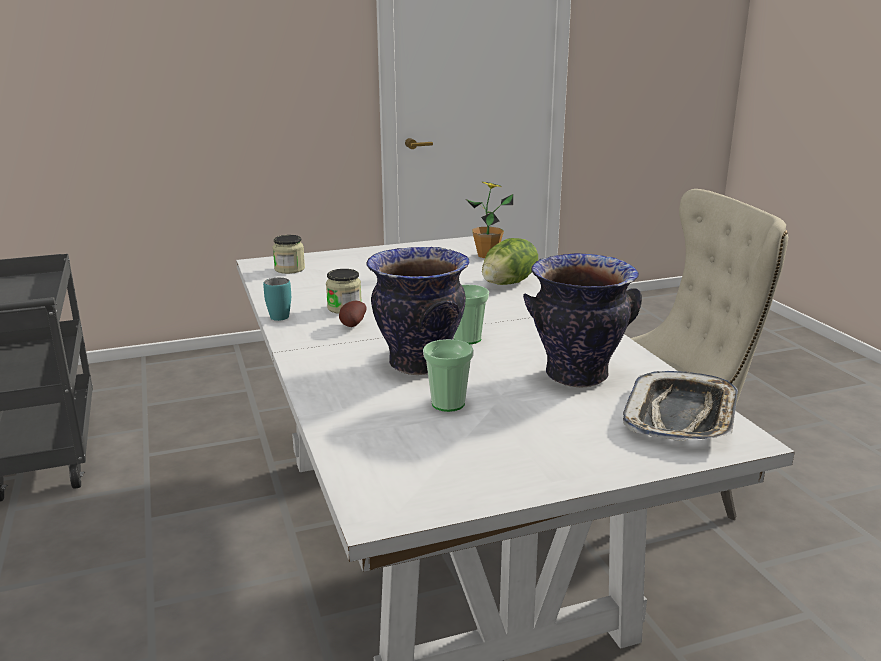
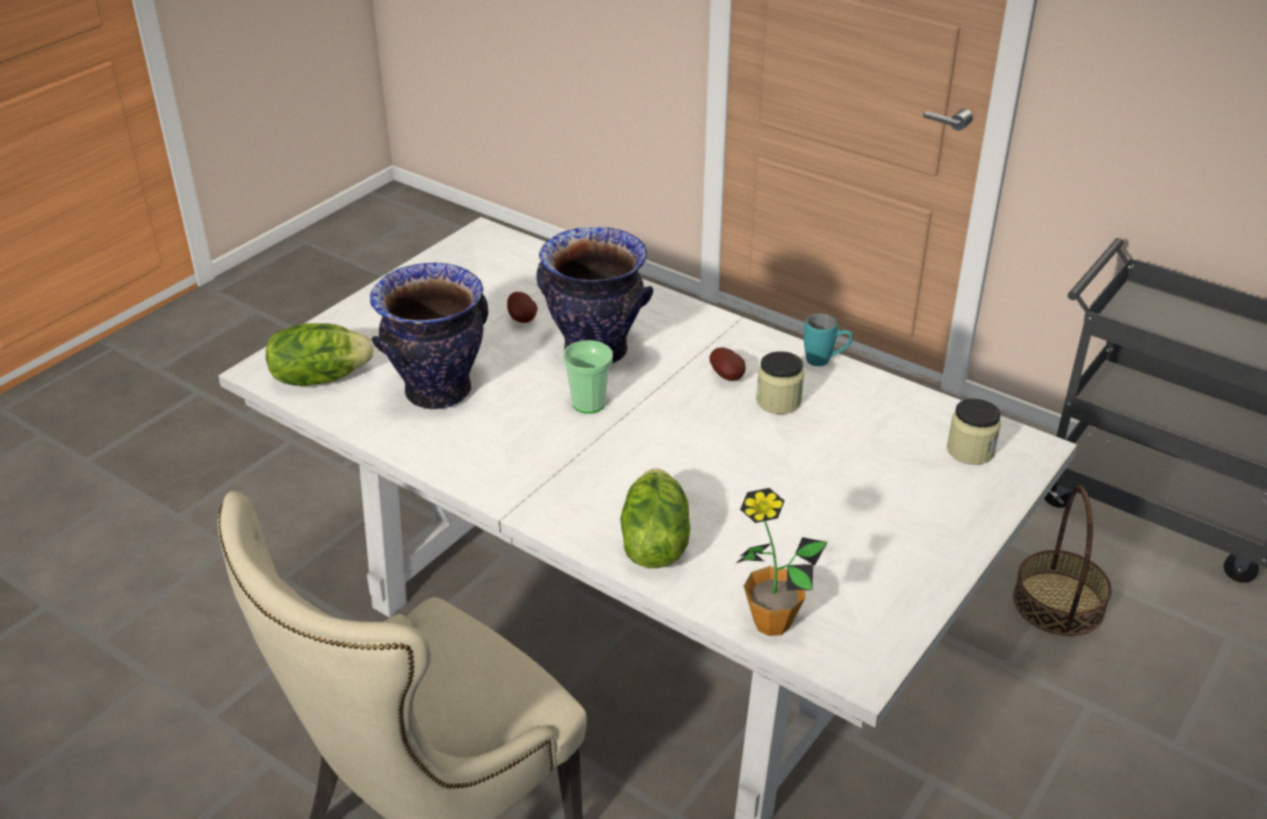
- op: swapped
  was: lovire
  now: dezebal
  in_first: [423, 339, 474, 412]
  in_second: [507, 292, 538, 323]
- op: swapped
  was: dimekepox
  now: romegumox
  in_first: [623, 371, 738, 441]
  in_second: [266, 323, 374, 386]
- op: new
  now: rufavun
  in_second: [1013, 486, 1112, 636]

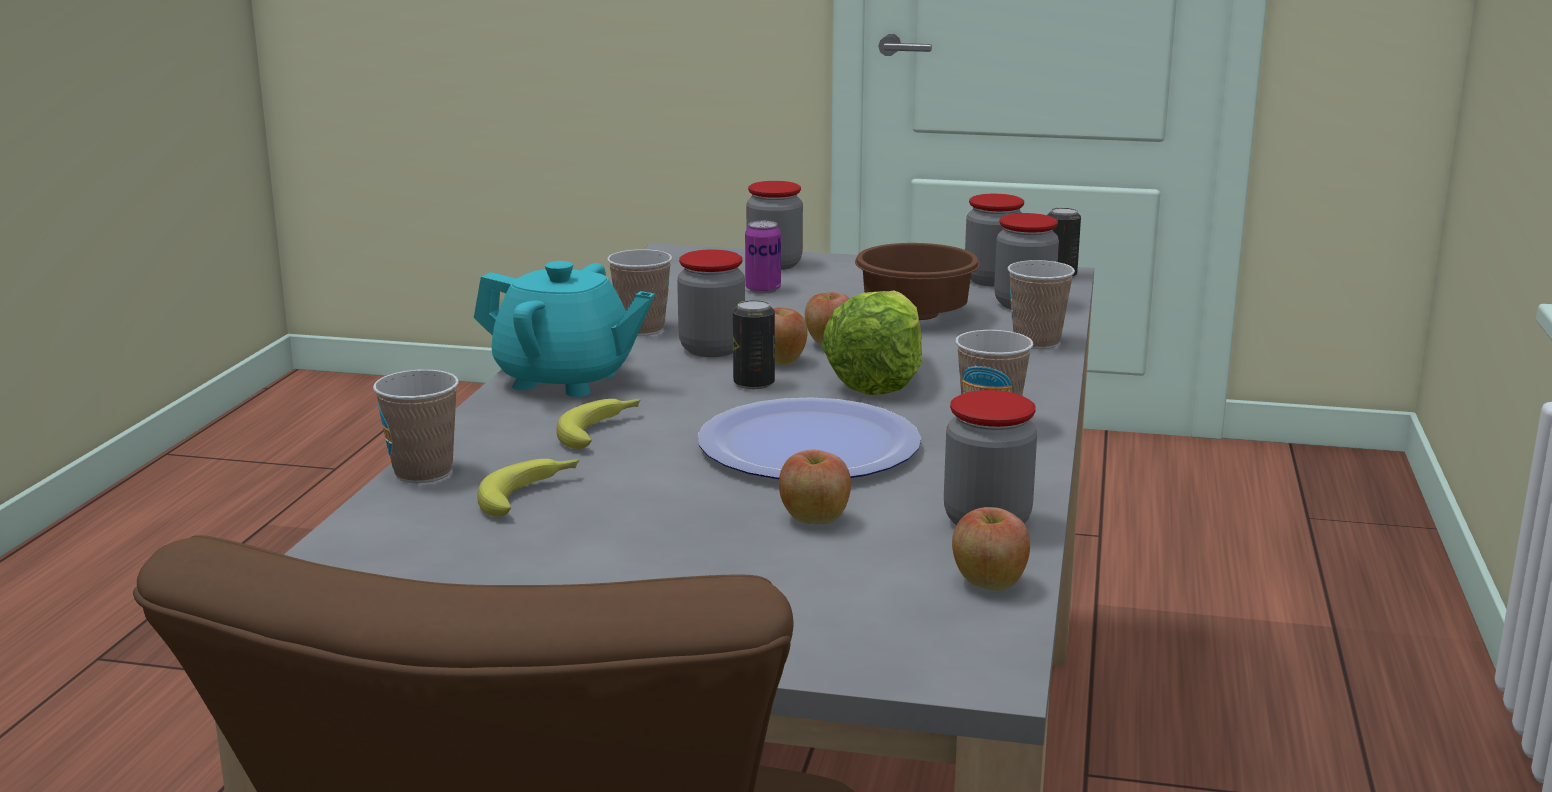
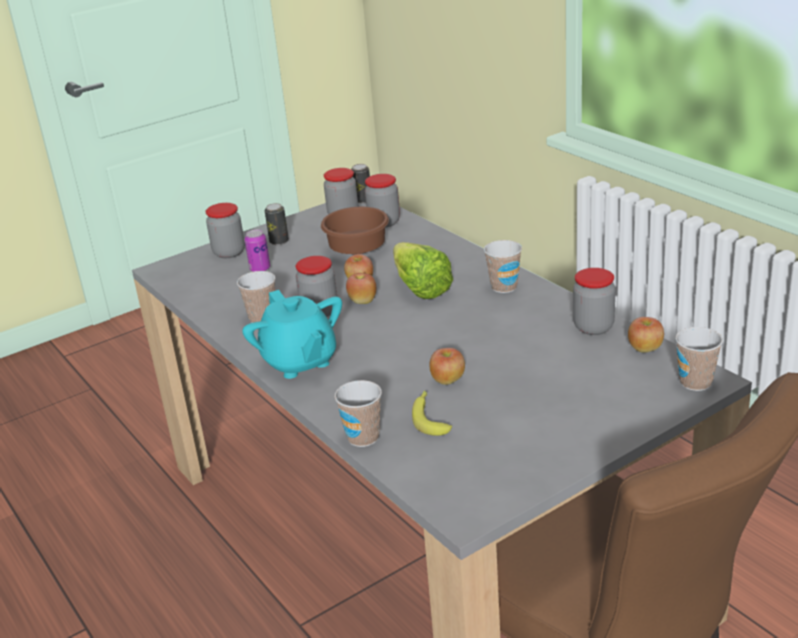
- op: rotated
  was: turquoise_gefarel
  in_first: [474, 261, 655, 397]
  in_second: [242, 290, 342, 379]
  clockwise: 90
- op: gone
  was: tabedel
  in_first: [556, 399, 640, 449]
- op: gone
  was: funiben
  in_first: [698, 397, 921, 479]
- op: shifted
  was: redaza
  in_first: [733, 300, 775, 389]
  in_second: [265, 203, 289, 245]
- op: shifted
  was: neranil
  in_first: [779, 450, 851, 524]
  in_second: [429, 348, 465, 385]
- op: shifted
  was: lovire
  in_first: [1008, 260, 1075, 349]
  in_second: [675, 327, 723, 391]

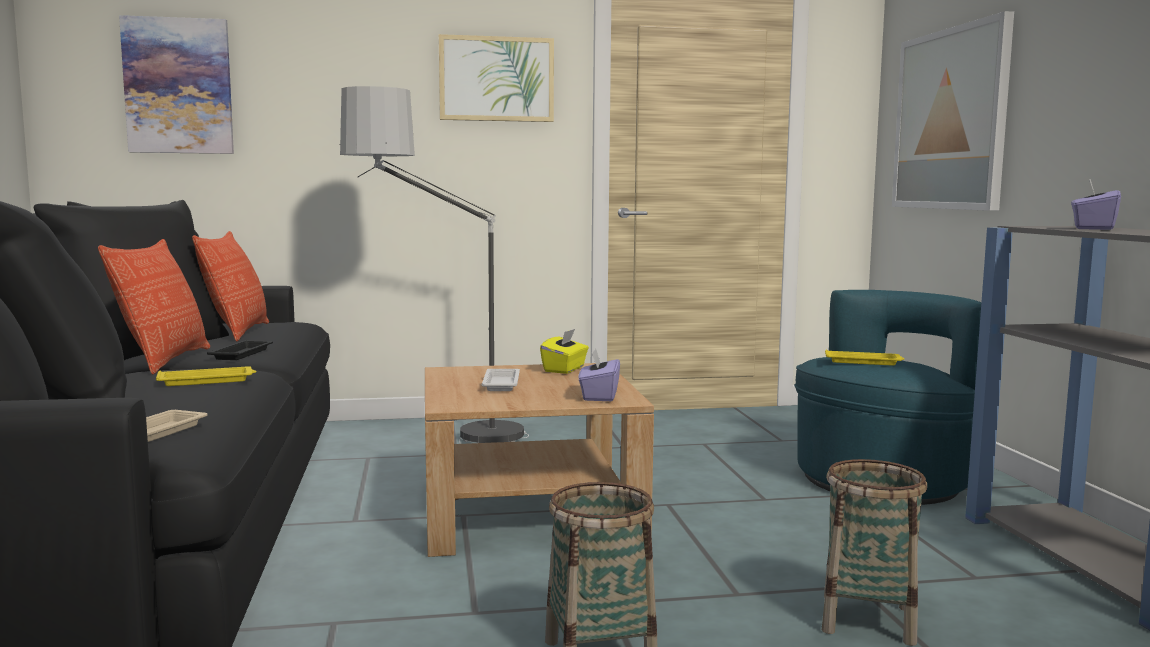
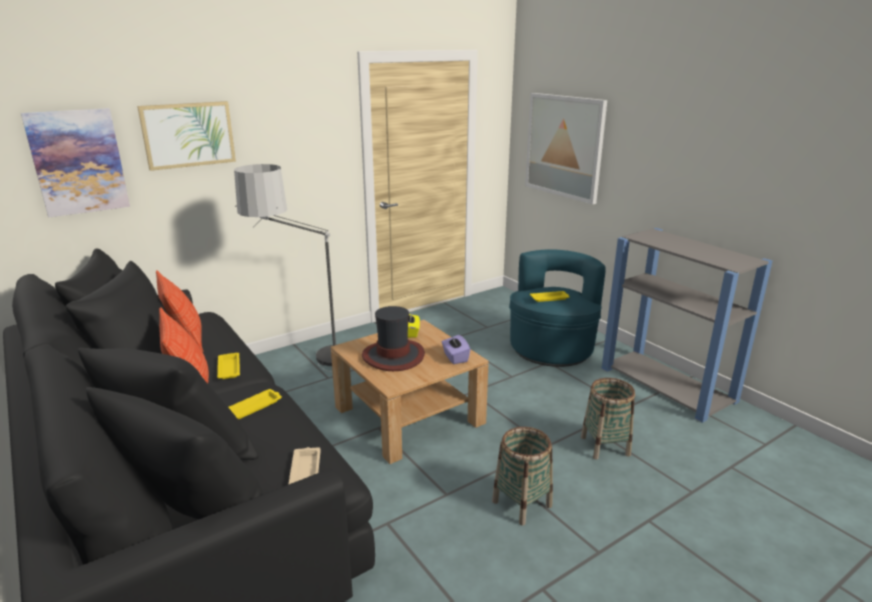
- op: repainted
  was: black_dimekepox
  now: yellow_dimekepox
  in_first: [207, 340, 273, 360]
  in_second: [217, 353, 240, 379]
- op: shifted
  was: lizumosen
  in_first: [439, 34, 554, 122]
  in_second: [137, 101, 236, 171]
- op: swapped
  was: white_dimekepox
  now: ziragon
  in_first: [482, 369, 520, 391]
  in_second: [362, 306, 425, 371]
- op: gone
  was: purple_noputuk
  in_first: [1071, 179, 1121, 230]

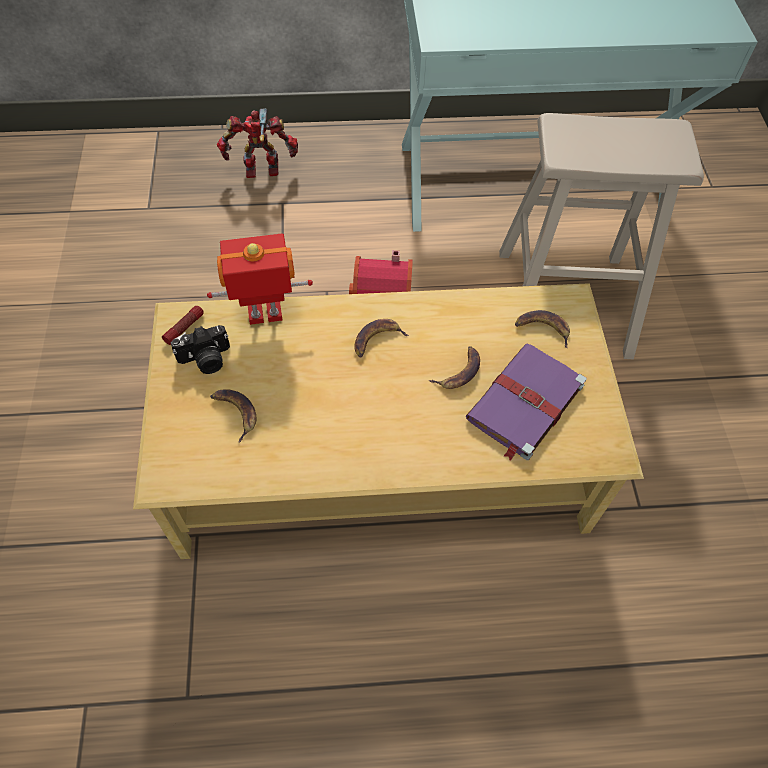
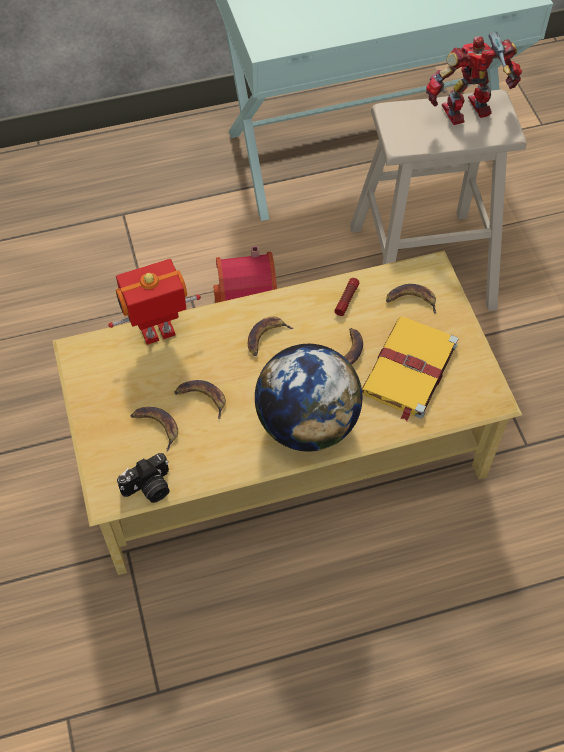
- op: shifted
  was: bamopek
  in_first: [162, 306, 204, 345]
  in_second: [334, 278, 359, 316]
- op: shifted
  was: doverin
  in_first: [170, 325, 230, 374]
  in_second: [117, 453, 169, 503]
- op: shifted
  was: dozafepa
  in_first: [217, 108, 298, 178]
  in_second: [426, 31, 522, 125]
- op: repainted
  was: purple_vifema
  now: yellow_vifema
  in_first: [466, 344, 587, 461]
  in_second: [362, 316, 459, 422]
- op: new
  now: tabedel
  in_second: [174, 380, 226, 420]
- op: new
  now: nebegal
  in_second: [255, 344, 363, 452]

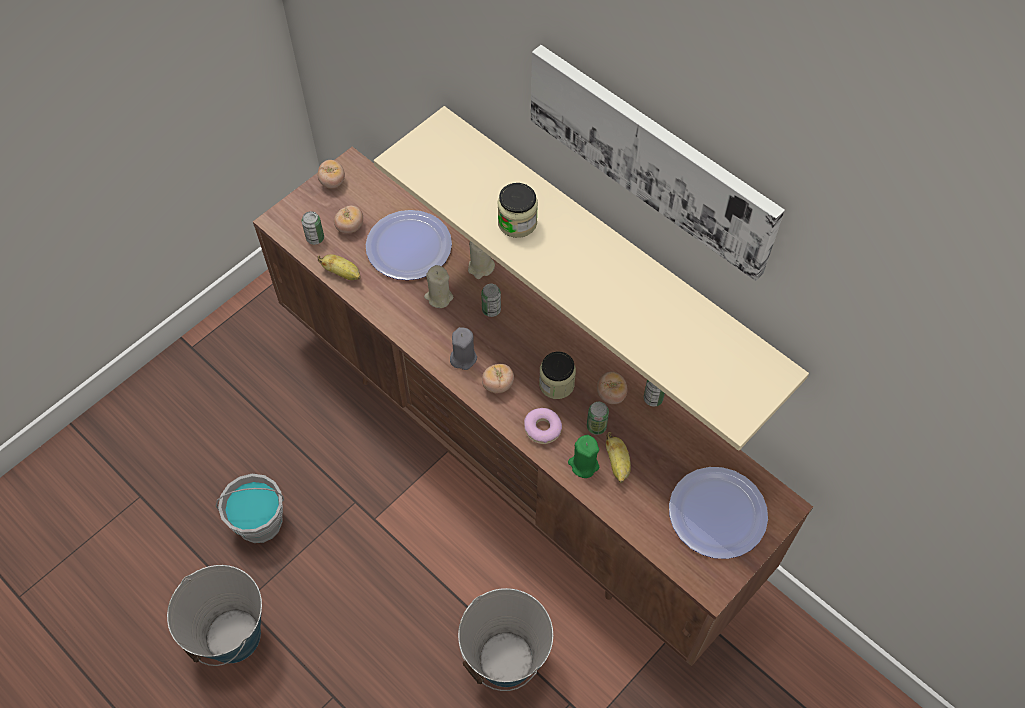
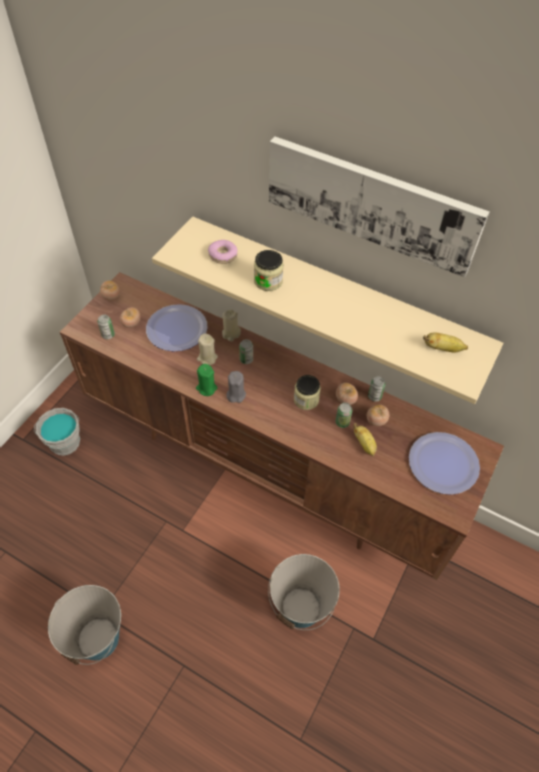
- op: shifted
  was: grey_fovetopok
  in_first: [216, 474, 284, 543]
  in_second: [34, 408, 80, 456]
- op: shifted
  was: tabedel
  in_first: [318, 254, 361, 280]
  in_second: [423, 332, 468, 353]
- op: shifted
  was: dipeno
  in_first: [482, 364, 514, 393]
  in_second: [367, 404, 389, 426]
- op: shifted
  was: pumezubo
  in_first: [524, 408, 562, 444]
  in_second: [208, 240, 238, 264]
- op: shifted
  was: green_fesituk
  in_first: [568, 435, 599, 478]
  in_second: [196, 364, 217, 396]

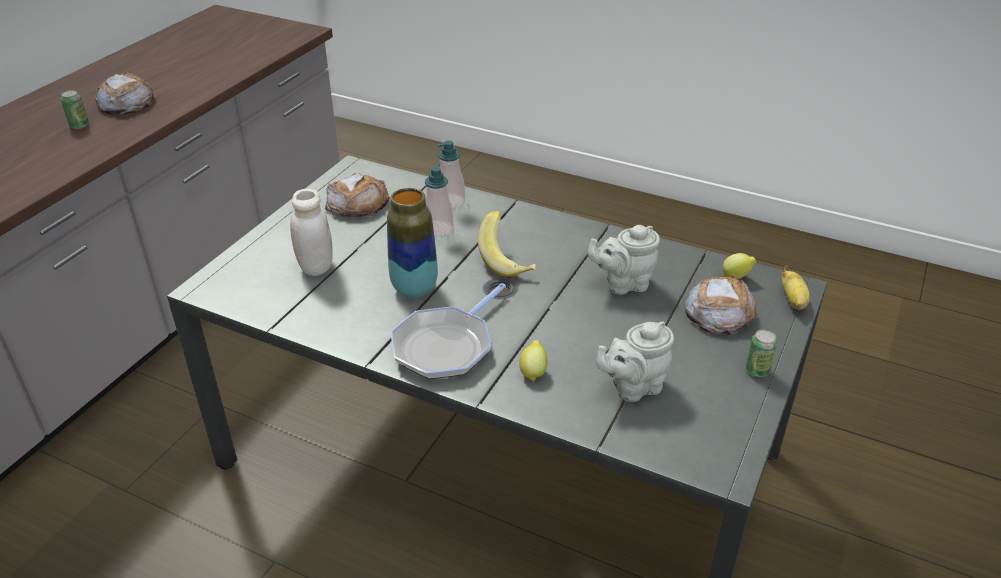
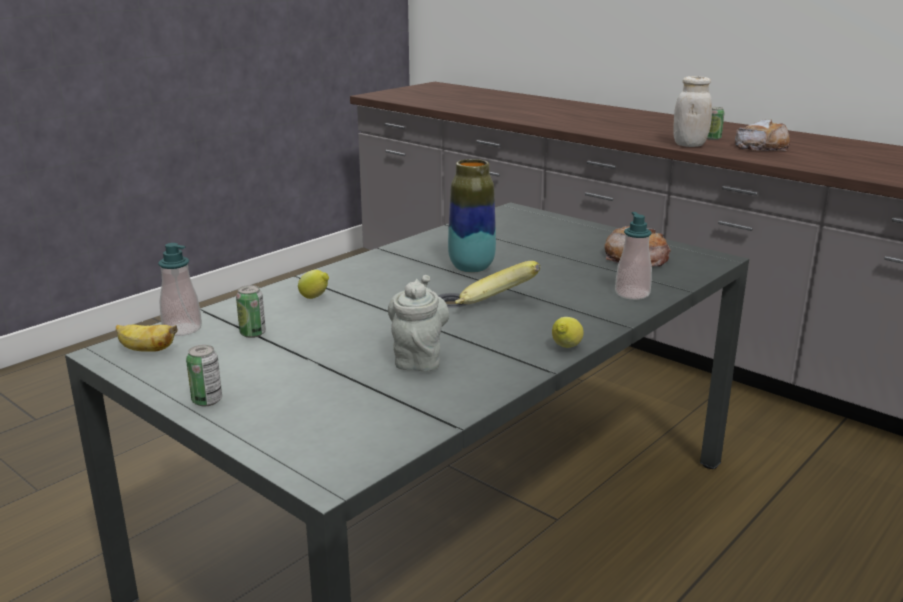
- op: shifted
  was: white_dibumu
  in_first: [290, 189, 333, 276]
  in_second: [673, 76, 712, 147]
- op: gone
  was: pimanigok
  in_first: [391, 283, 506, 379]
- op: shifted
  was: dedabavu
  in_first: [425, 163, 454, 237]
  in_second: [158, 243, 202, 336]
- op: swapped
  was: grey_gefarel
  now: redaza
  in_first: [596, 321, 674, 402]
  in_second: [236, 285, 266, 338]
- op: gone
  was: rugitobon
  in_first: [684, 275, 758, 335]
- op: shifted
  was: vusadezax
  in_first: [723, 253, 757, 279]
  in_second: [552, 317, 583, 348]
- op: shifted
  was: tabedel
  in_first: [781, 266, 810, 310]
  in_second: [116, 325, 177, 352]

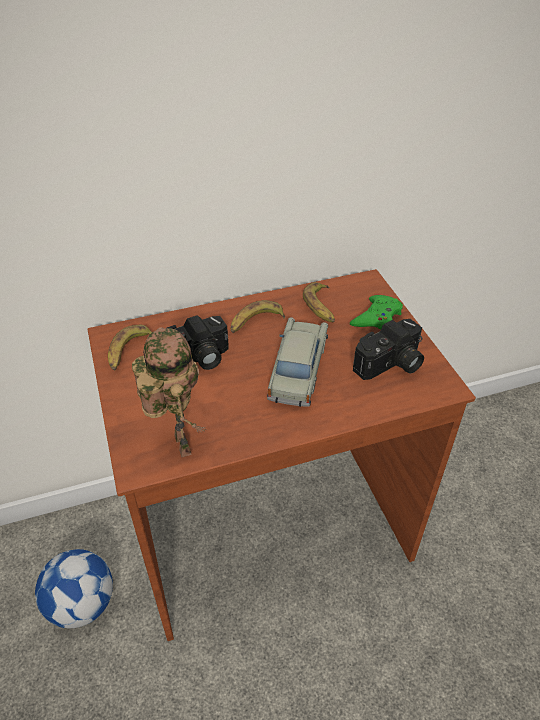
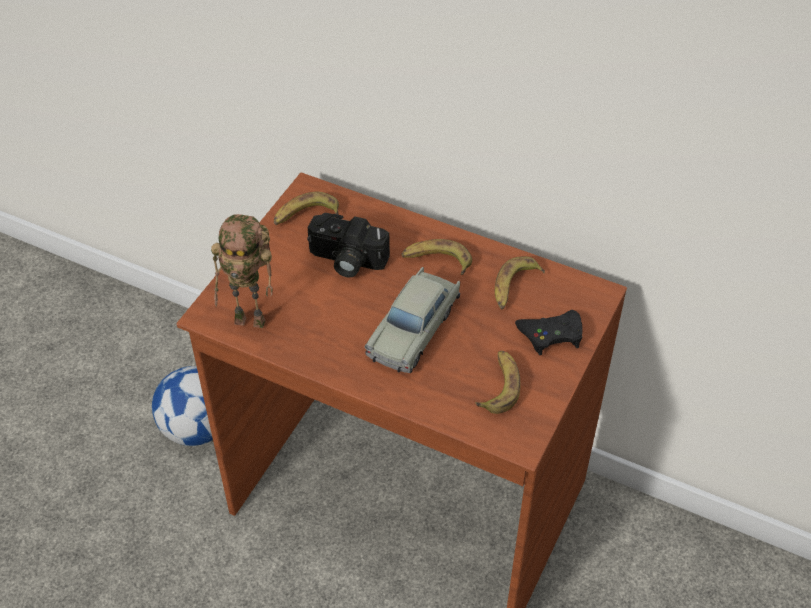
- op: rotated
  was: dozafepa
  in_first: [132, 327, 206, 457]
  in_second: [211, 214, 273, 328]
  clockwise: 75
- op: rotated
  was: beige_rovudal
  in_first: [267, 317, 328, 407]
  in_second: [365, 267, 460, 373]
  clockwise: 150
- op: repainted
  was: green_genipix
  now: black_genipix
  in_first: [350, 295, 403, 330]
  in_second: [515, 310, 582, 355]
- op: swapped
  was: doverin
  now: tabedel
  in_first: [353, 319, 424, 380]
  in_second: [475, 351, 520, 414]

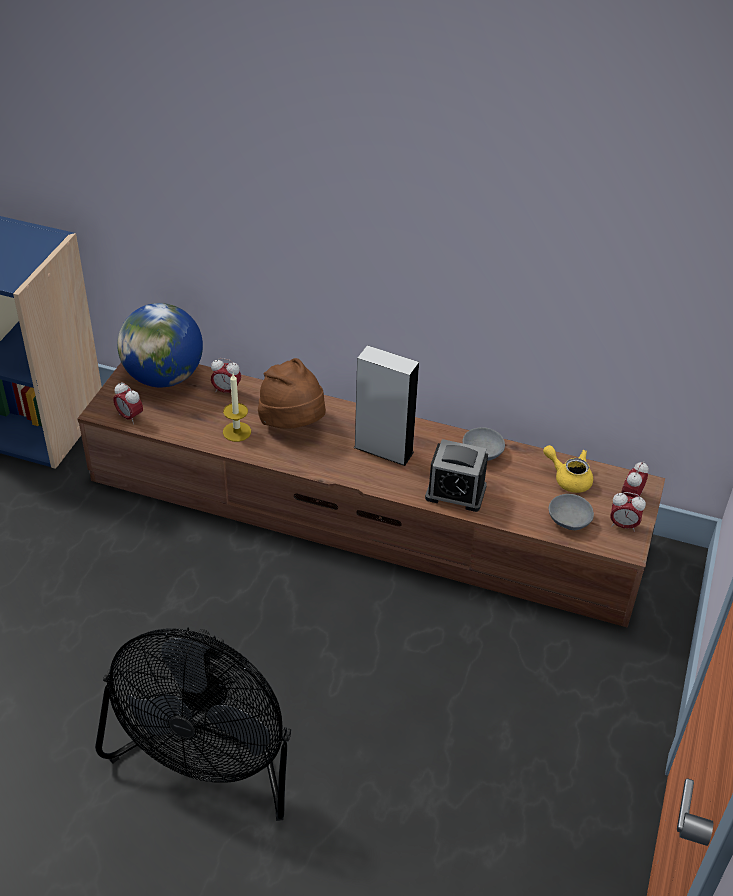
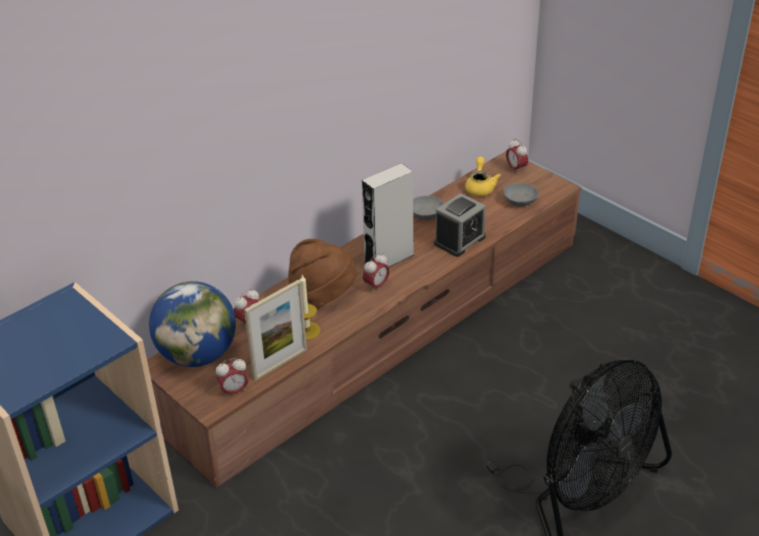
- op: rotated
  was: yellow_gefarel
  in_first: [543, 445, 593, 493]
  in_second: [465, 157, 501, 196]
  clockwise: 120
- op: shifted
  was: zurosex
  in_first: [610, 492, 646, 532]
  in_second: [363, 253, 390, 293]
- op: new
  now: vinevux
  in_second: [244, 279, 307, 381]

